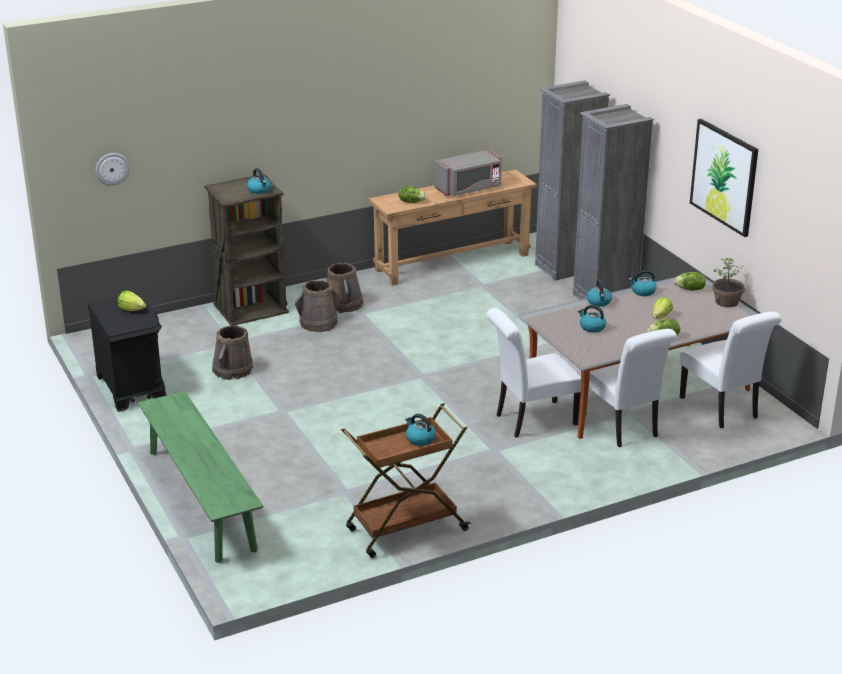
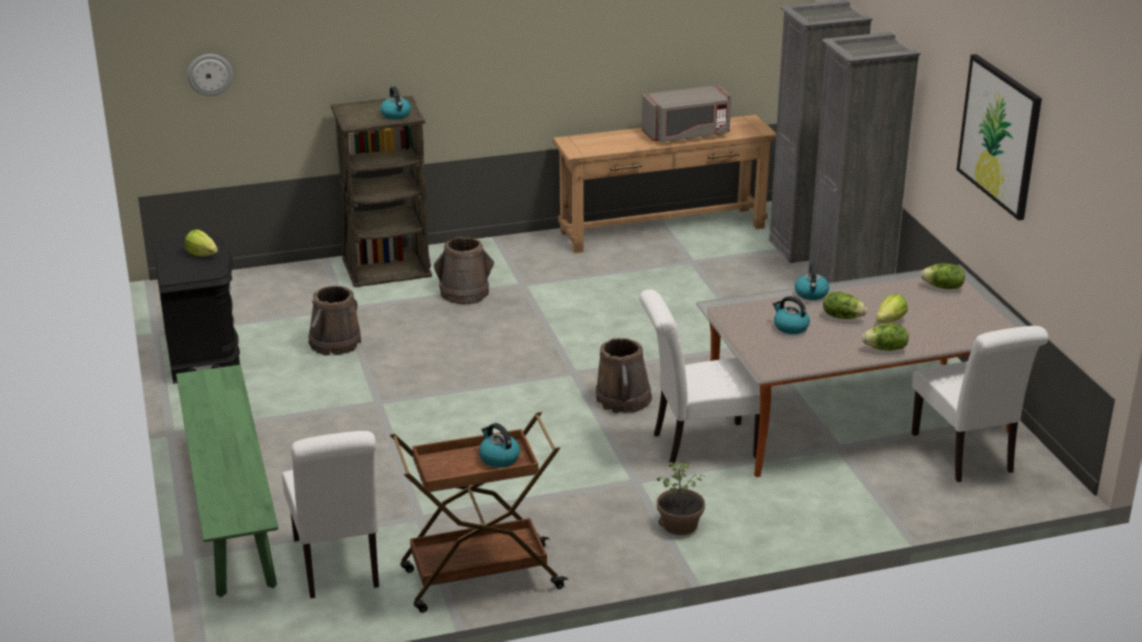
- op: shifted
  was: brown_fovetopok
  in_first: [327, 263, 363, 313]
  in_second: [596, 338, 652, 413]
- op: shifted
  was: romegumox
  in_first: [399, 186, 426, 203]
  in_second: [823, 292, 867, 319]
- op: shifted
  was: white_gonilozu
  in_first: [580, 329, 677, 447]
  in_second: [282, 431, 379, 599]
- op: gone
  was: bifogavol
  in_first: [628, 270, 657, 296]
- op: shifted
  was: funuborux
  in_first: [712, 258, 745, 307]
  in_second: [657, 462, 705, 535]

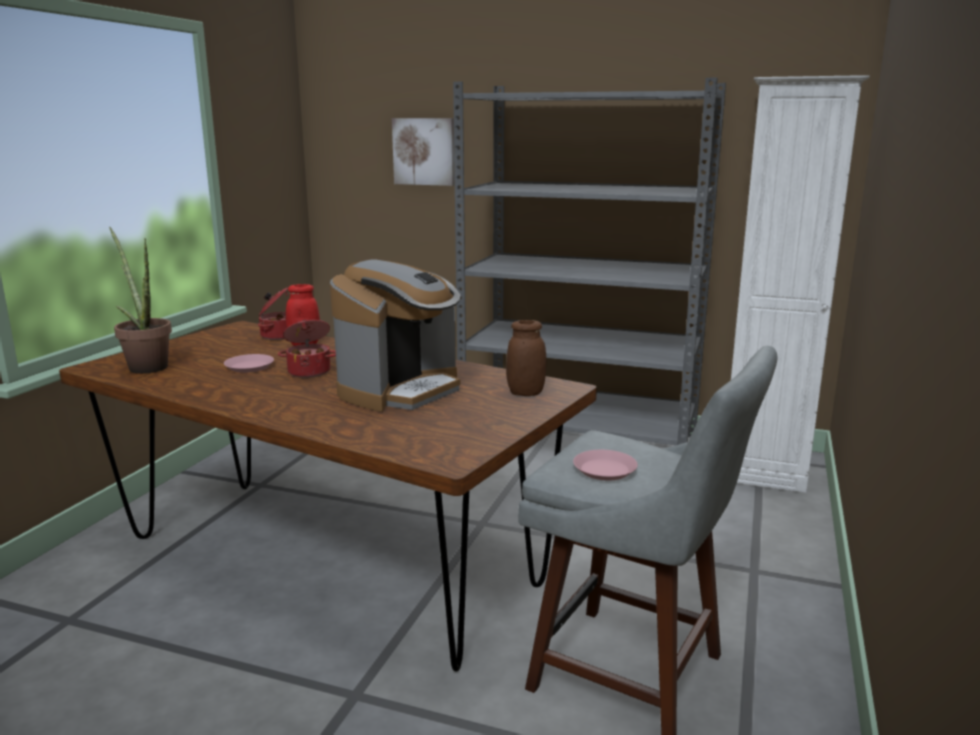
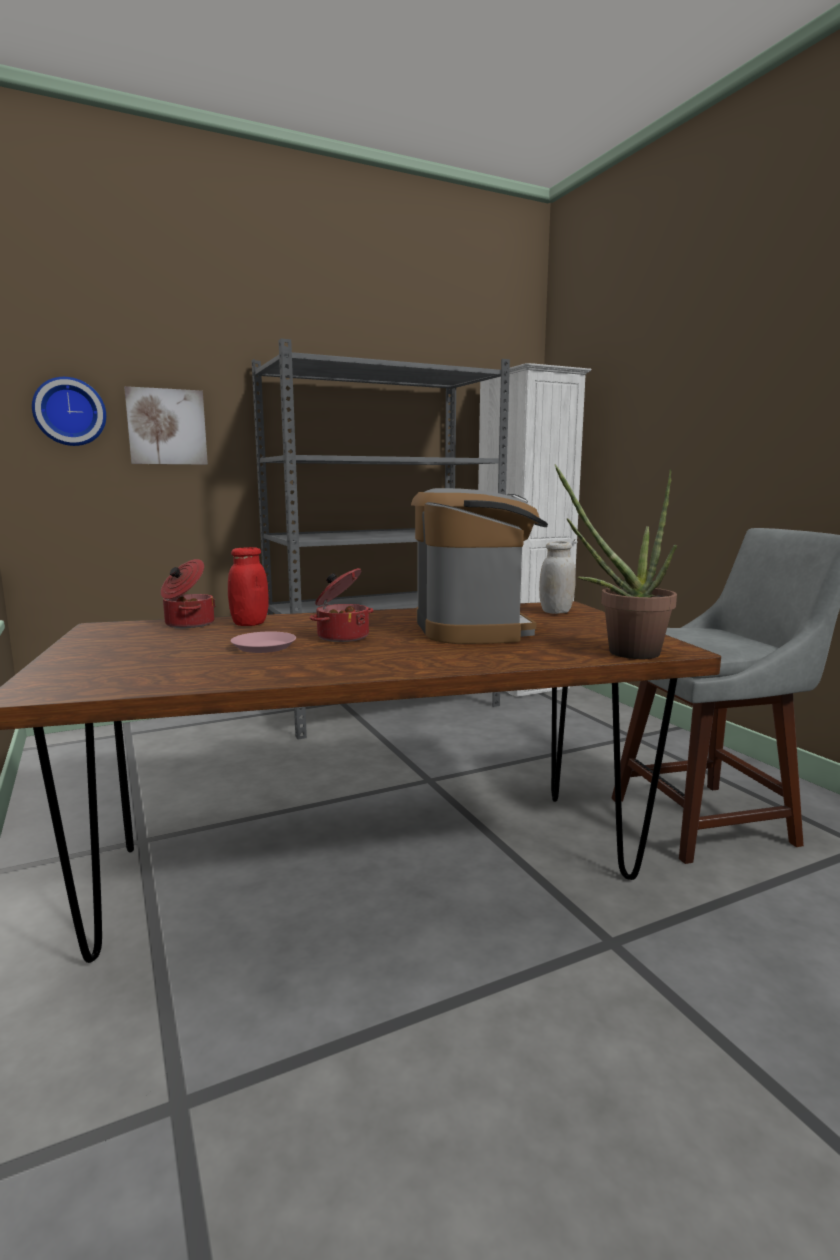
- op: shifted
  was: funuborux
  in_first: [109, 227, 172, 374]
  in_second: [555, 464, 677, 659]
- op: repainted
  was: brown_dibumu
  now: white_dibumu
  in_first: [506, 320, 546, 396]
  in_second: [539, 541, 576, 614]
- op: gone
  was: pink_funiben
  in_first: [573, 450, 638, 481]
- op: new
  now: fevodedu
  in_second: [32, 377, 106, 446]

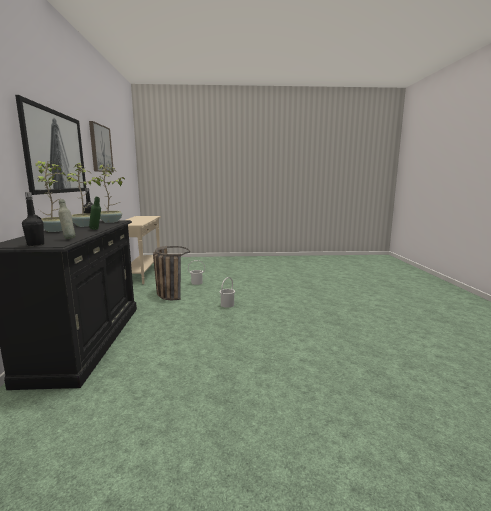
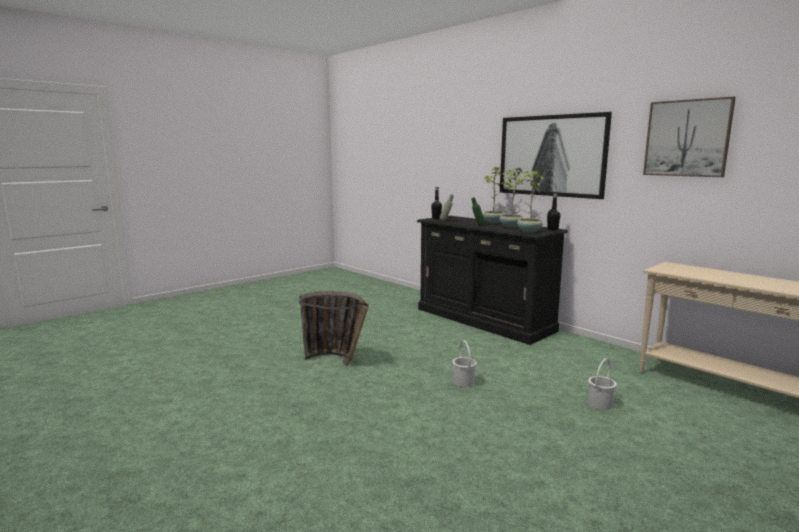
- op: shifted
  was: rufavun
  in_first: [153, 246, 190, 300]
  in_second: [299, 291, 369, 367]

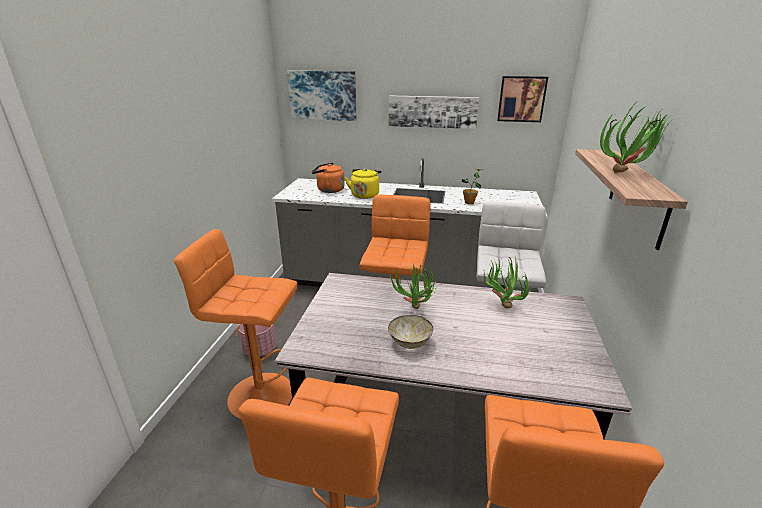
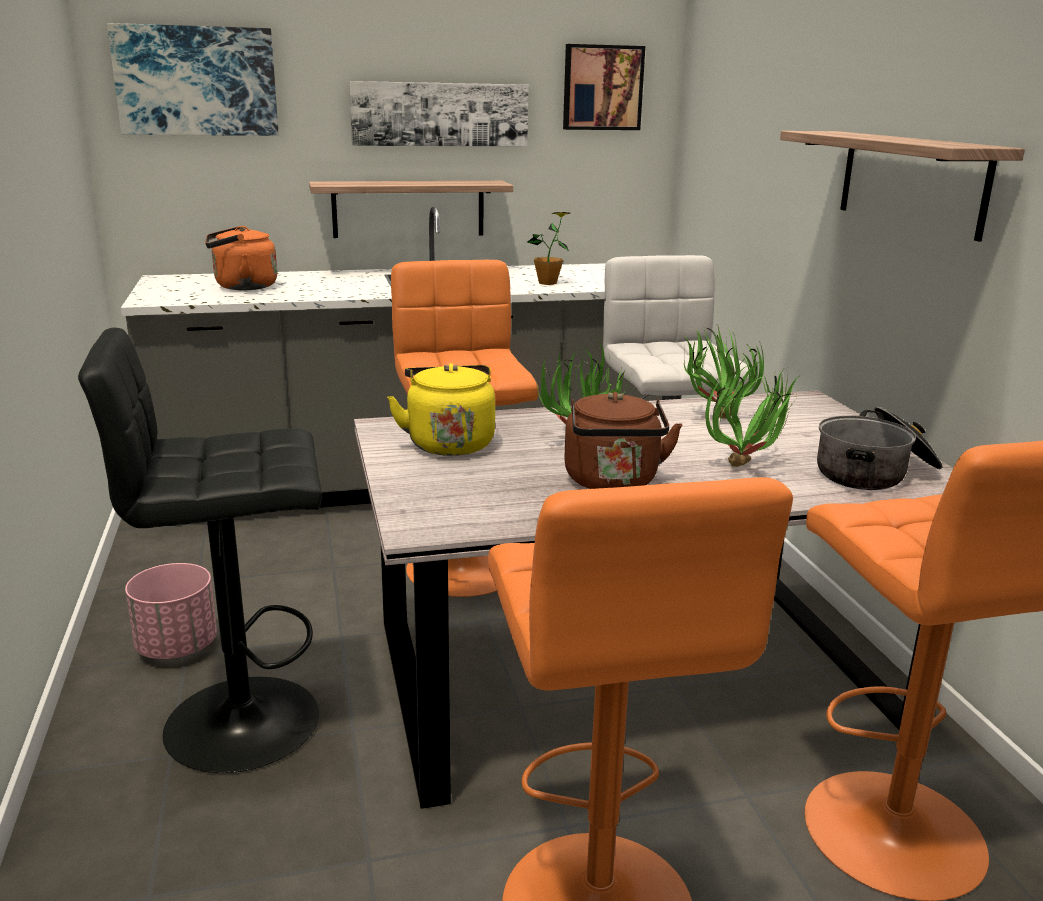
- op: repainted
  was: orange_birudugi
  now: black_birudugi
  in_first: [174, 229, 297, 419]
  in_second: [78, 327, 322, 773]
- op: shifted
  was: yellow_bifogavol
  in_first: [345, 168, 381, 199]
  in_second: [387, 363, 495, 456]
- op: swapped
  was: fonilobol
  now: brown_bifogavol
  in_first: [388, 315, 433, 349]
  in_second: [564, 392, 682, 489]
- op: shifted
  was: funuborux
  in_first: [600, 105, 675, 173]
  in_second: [706, 362, 799, 467]
- op: new
  now: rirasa
  in_second: [309, 181, 513, 238]
- op: new
  now: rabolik
  in_second: [817, 407, 943, 490]

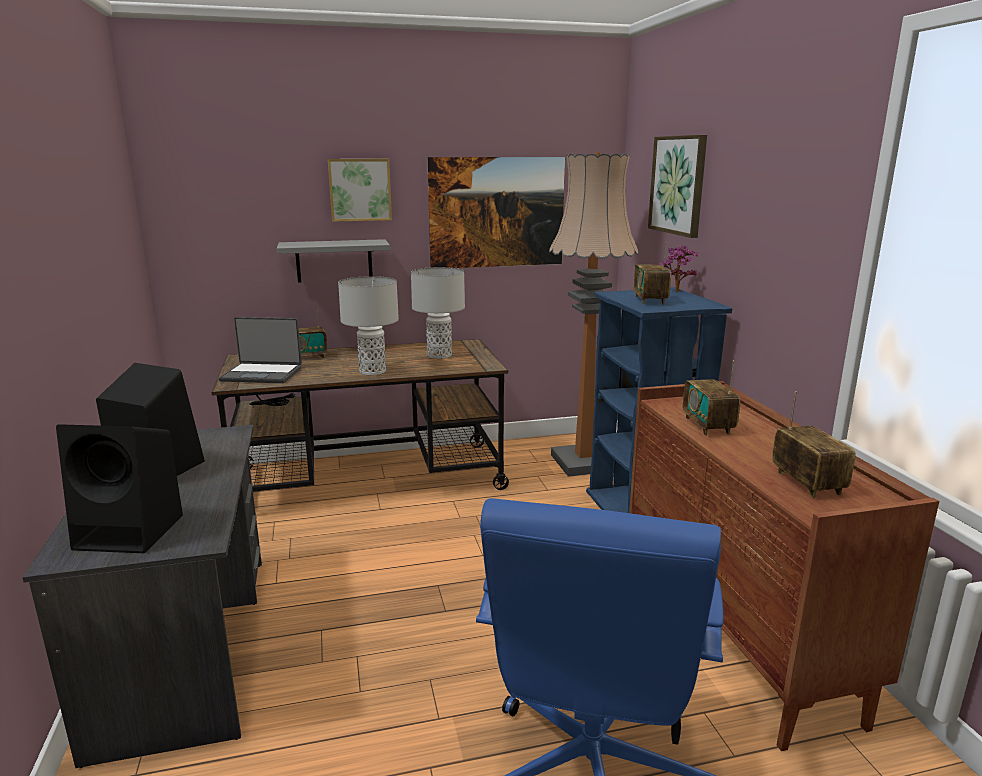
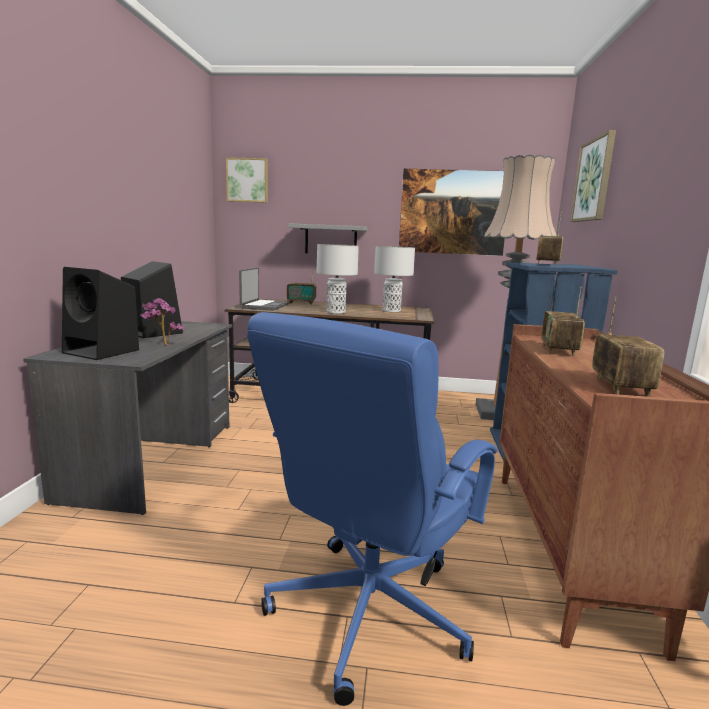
- op: rotated
  was: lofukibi
  in_first: [219, 317, 302, 383]
  in_second: [239, 268, 289, 311]
  clockwise: -105
- op: shifted
  was: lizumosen
  in_first: [328, 159, 392, 222]
  in_second: [226, 157, 268, 203]
- op: shifted
  was: funuborux
  in_first: [654, 246, 698, 292]
  in_second: [140, 298, 184, 345]

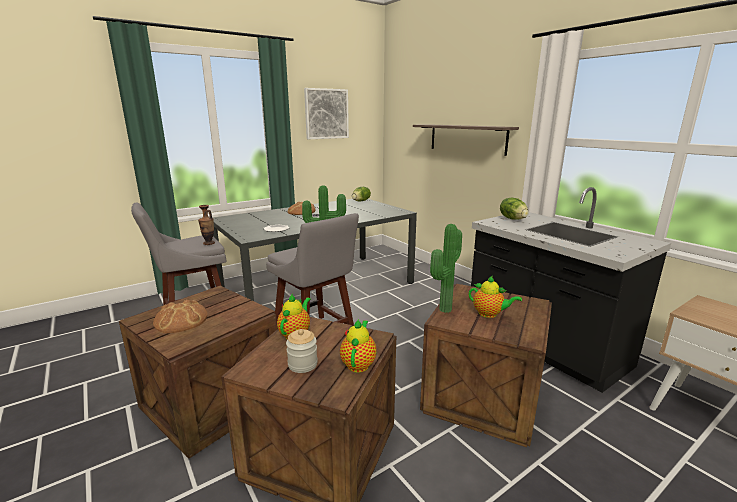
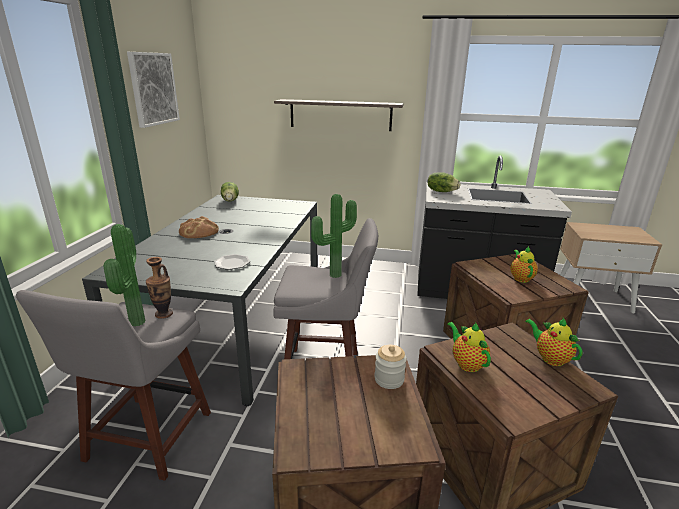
- op: gone
  was: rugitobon
  in_first: [153, 300, 208, 333]
- op: shifted
  was: dibumu
  in_first: [286, 329, 318, 373]
  in_second: [374, 345, 407, 389]
- op: shifted
  was: funuborux
  in_first: [430, 224, 462, 313]
  in_second: [103, 224, 146, 327]
- op: rotated
  was: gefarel
  in_first: [469, 276, 522, 318]
  in_second: [510, 246, 538, 283]
  clockwise: -75

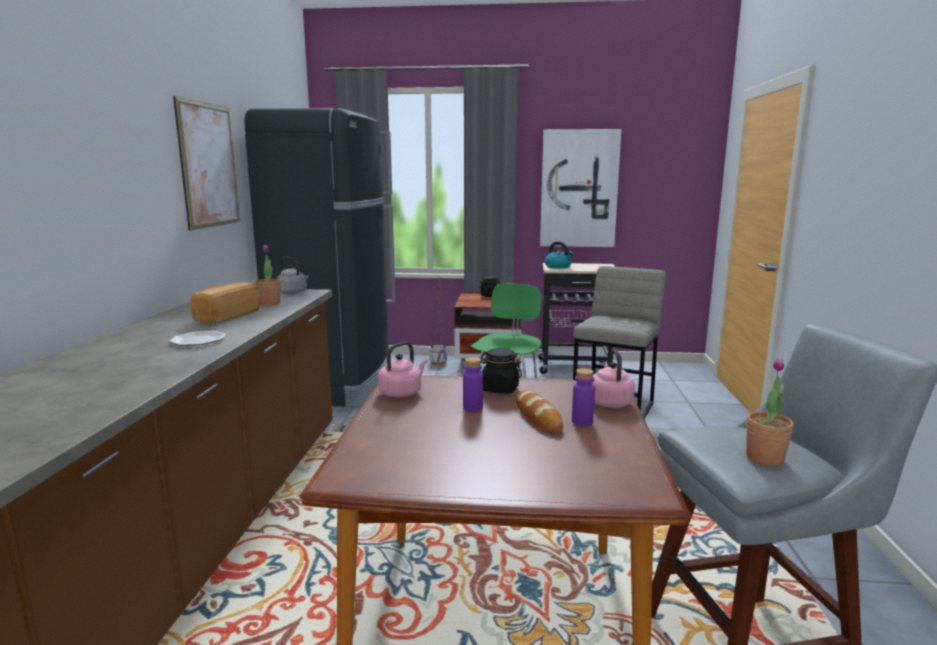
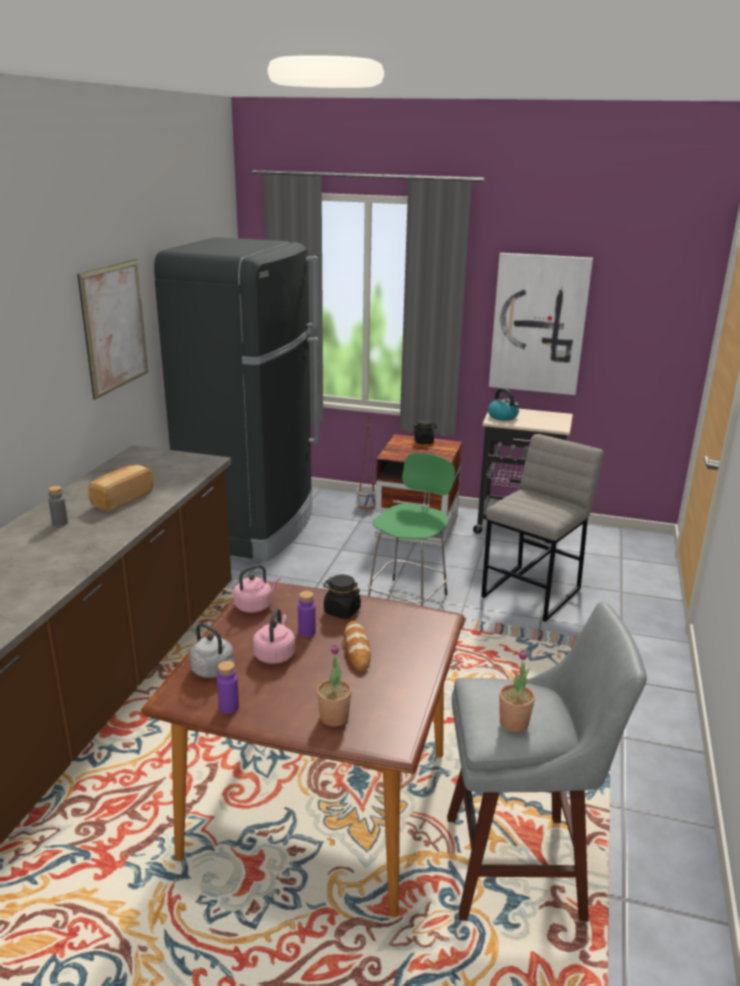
- op: gone
  was: funiben
  in_first: [168, 331, 226, 346]
- op: shifted
  was: funuborux
  in_first: [256, 245, 280, 306]
  in_second: [317, 644, 352, 727]
- op: shifted
  was: grey_bifogavol
  in_first: [277, 257, 309, 294]
  in_second: [190, 623, 235, 678]
- op: shifted
  was: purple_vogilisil
  in_first: [572, 368, 595, 426]
  in_second: [217, 661, 239, 714]
- op: shifted
  was: pink_bifogavol
  in_first: [592, 349, 635, 408]
  in_second: [253, 608, 295, 664]
- op: new
  now: grey_vogilisil
  in_second: [48, 486, 68, 526]

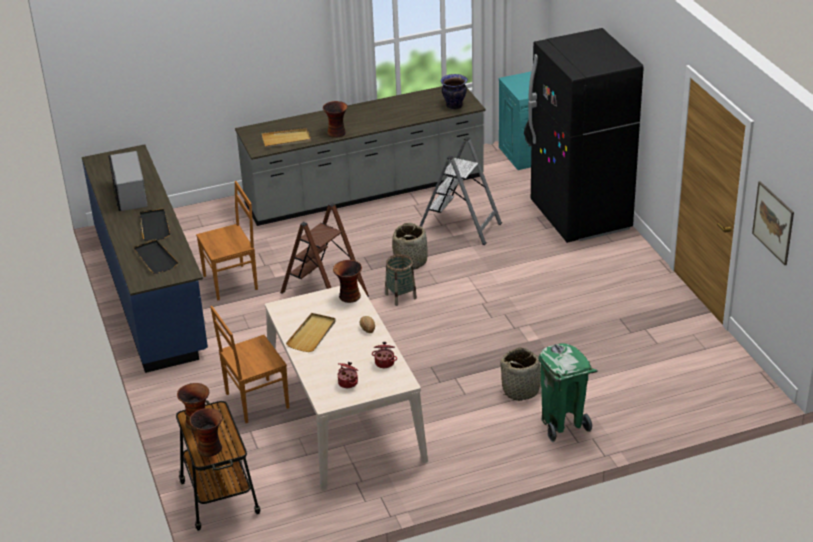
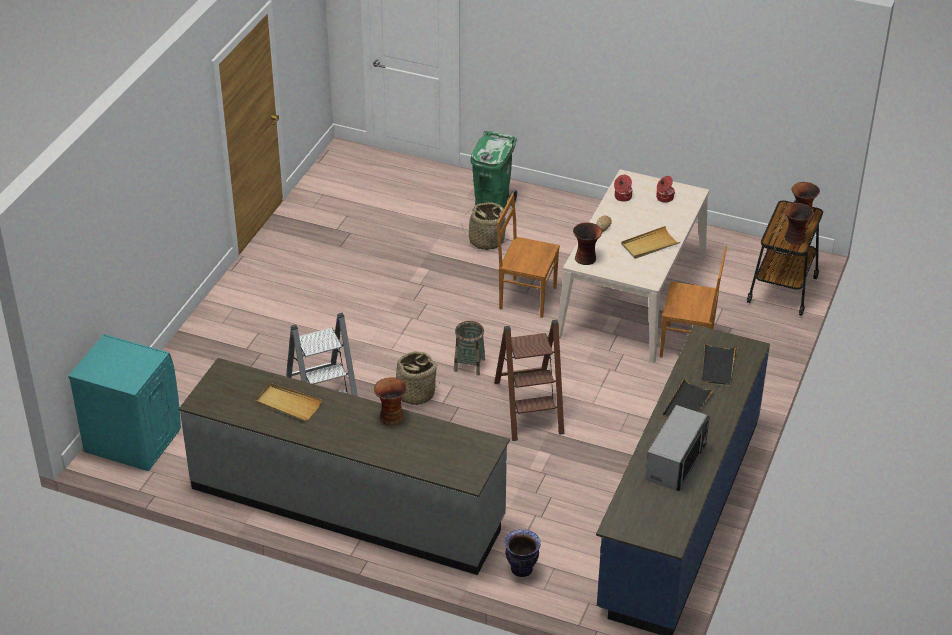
- op: shifted
  was: brown_gonilozu
  in_first: [196, 181, 258, 300]
  in_second: [497, 193, 560, 318]
- op: shifted
  was: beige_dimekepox
  in_first: [262, 128, 311, 147]
  in_second: [255, 383, 322, 421]
- op: shifted
  was: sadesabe
  in_first: [441, 74, 468, 110]
  in_second: [505, 529, 541, 577]
- op: gone
  was: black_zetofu
  in_first: [528, 28, 644, 243]
- op: gone
  was: lizumosen
  in_first: [752, 181, 794, 265]

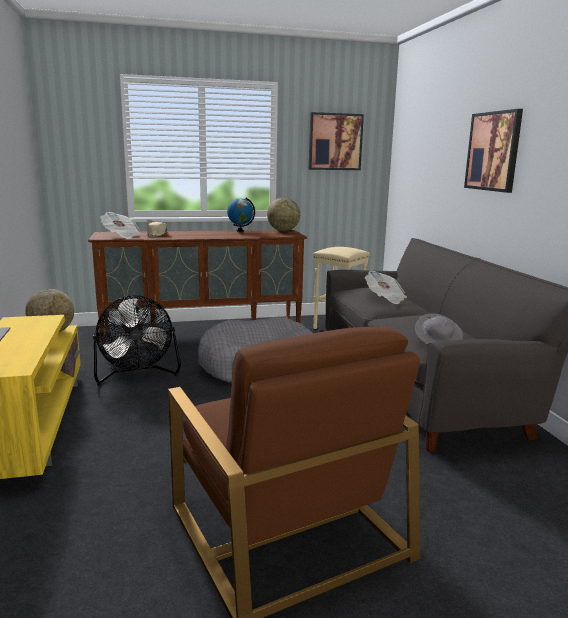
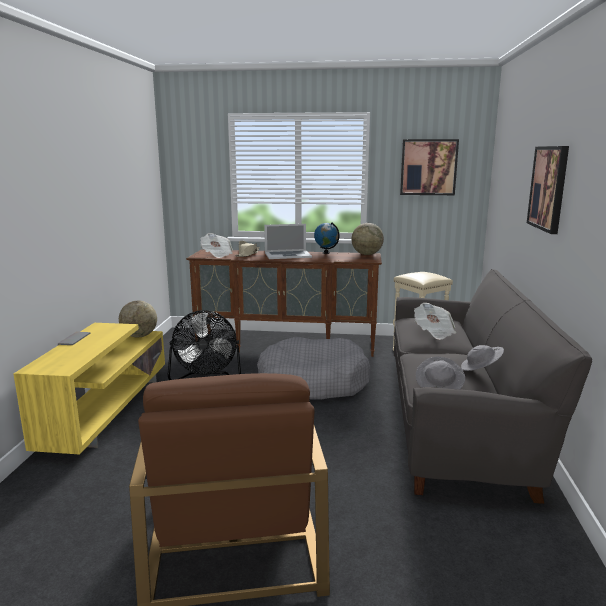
- op: new
  now: lofukibi
  in_second: [264, 224, 312, 259]
- op: new
  now: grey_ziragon
  in_second: [461, 345, 504, 371]

